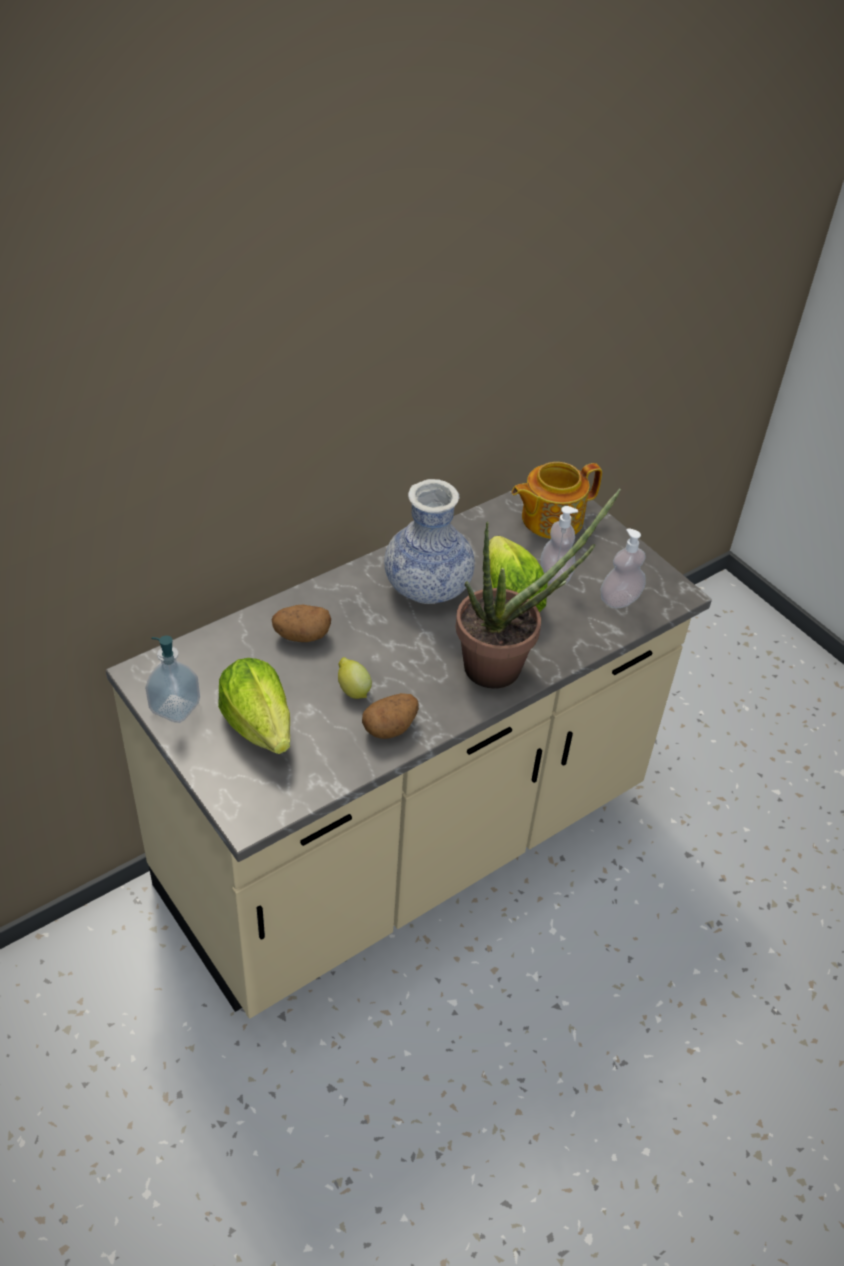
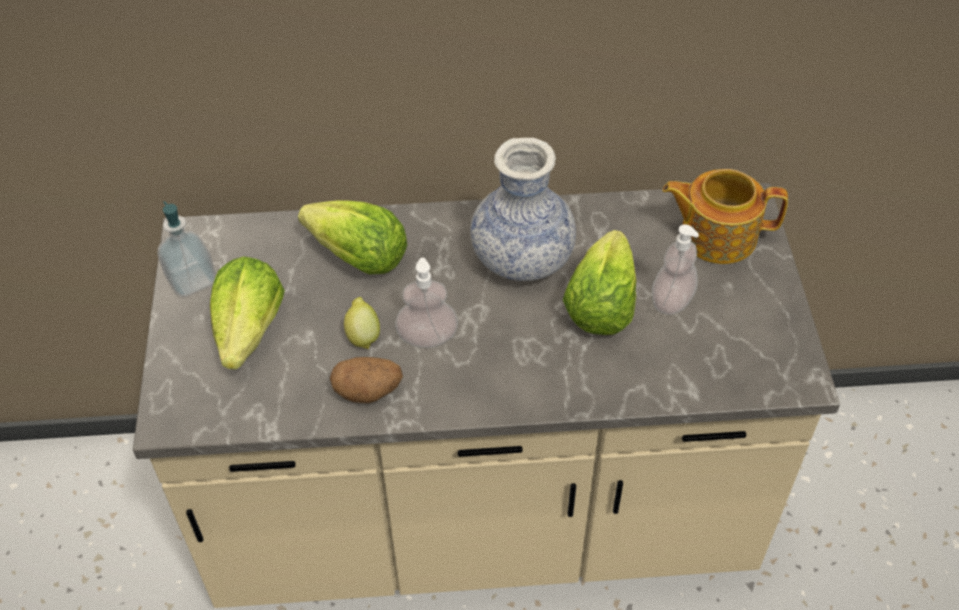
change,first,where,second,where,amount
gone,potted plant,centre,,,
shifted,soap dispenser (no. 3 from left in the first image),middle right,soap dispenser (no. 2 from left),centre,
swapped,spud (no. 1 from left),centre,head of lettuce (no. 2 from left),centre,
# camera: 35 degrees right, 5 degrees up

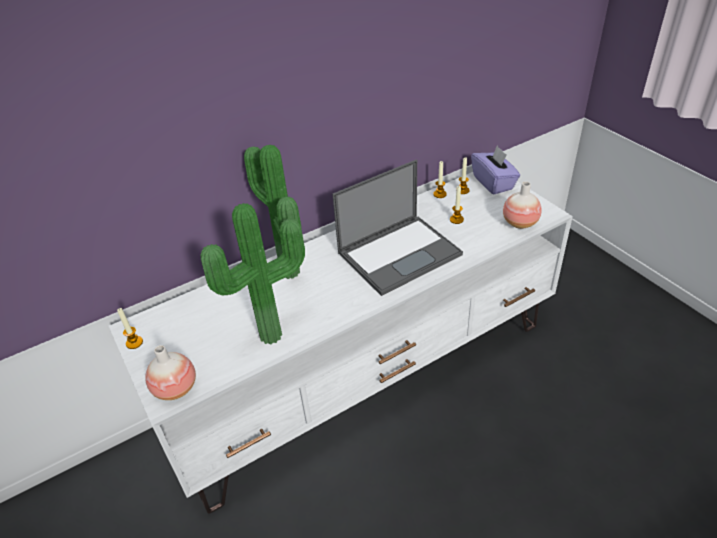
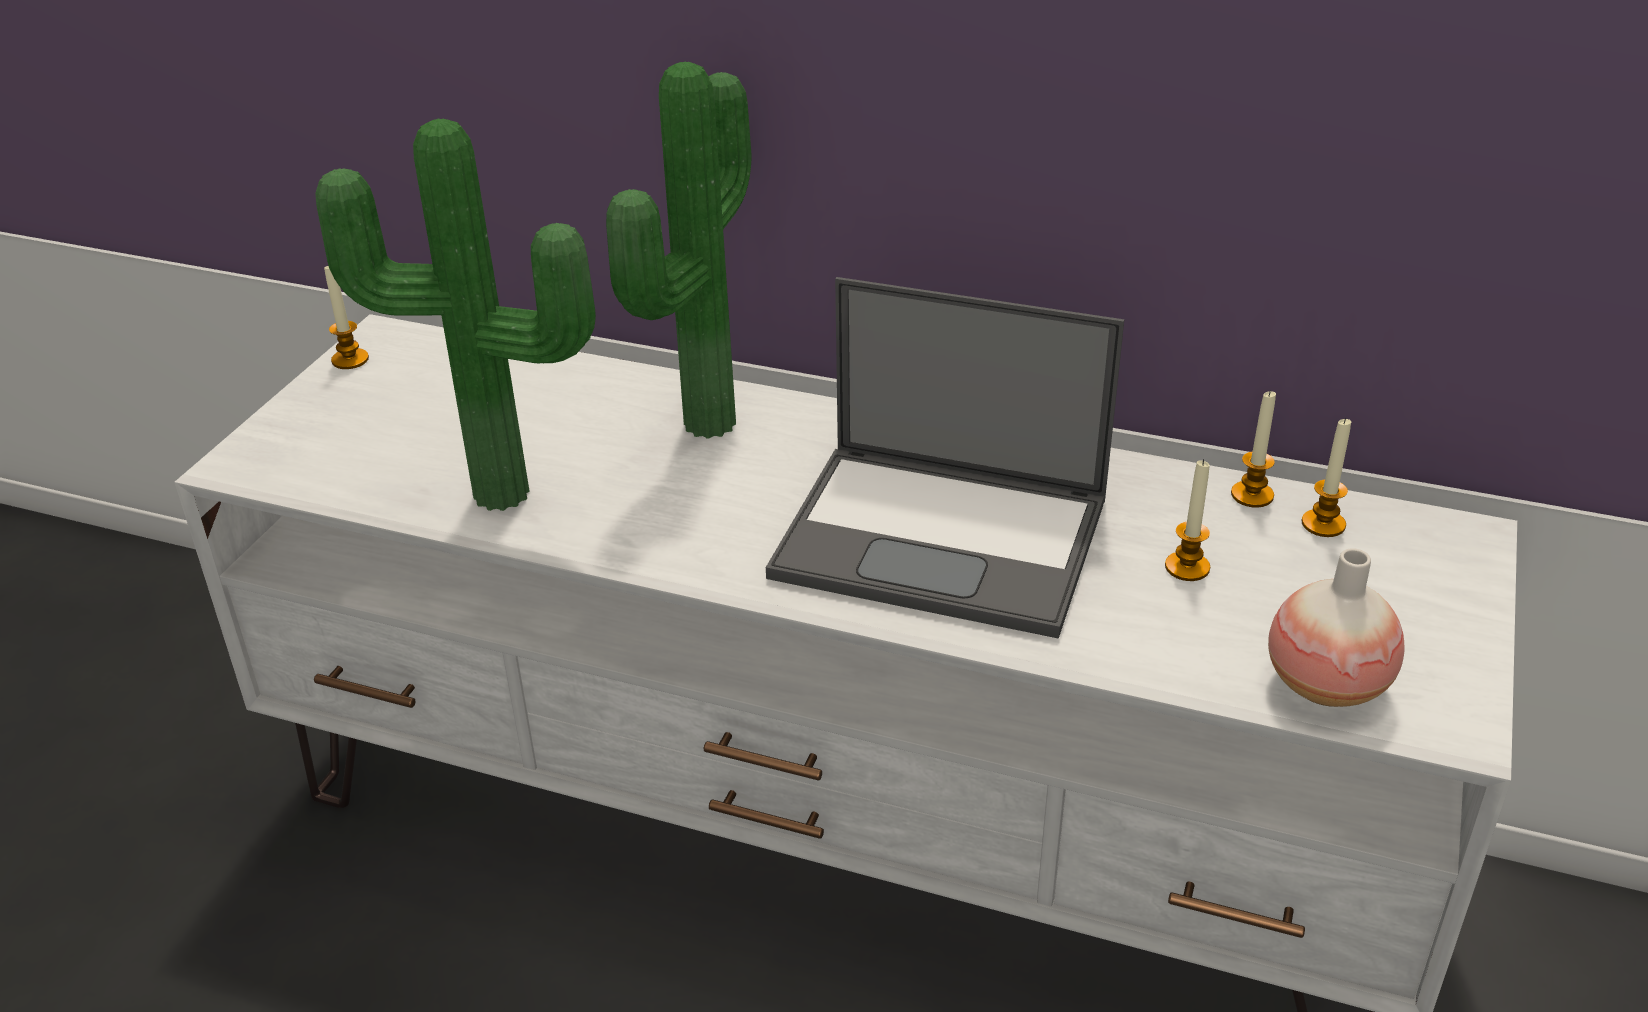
change,first,where,second,where,amount
gone,decorative vase (no. 1 from left),bottom left,,,
gone,purple box of tissues,top right,,,
# camera: 50 degrees right, 5 degrees down

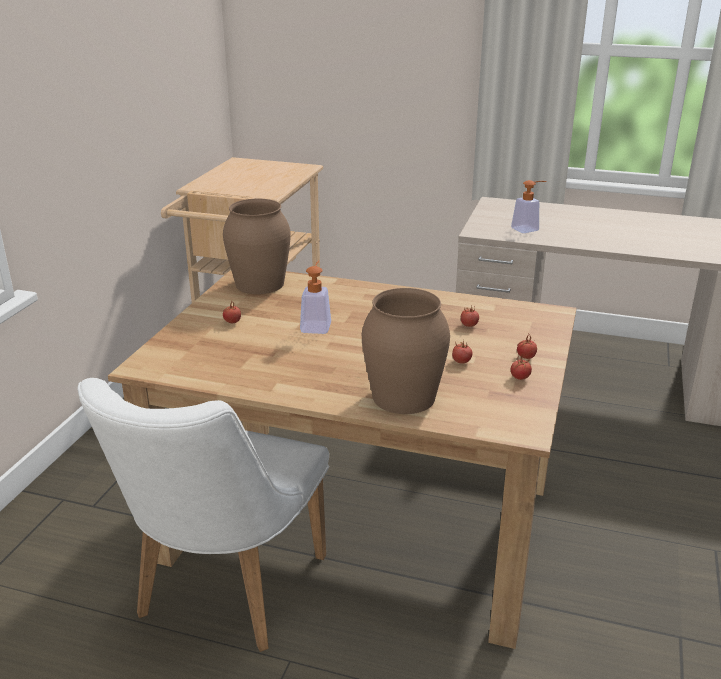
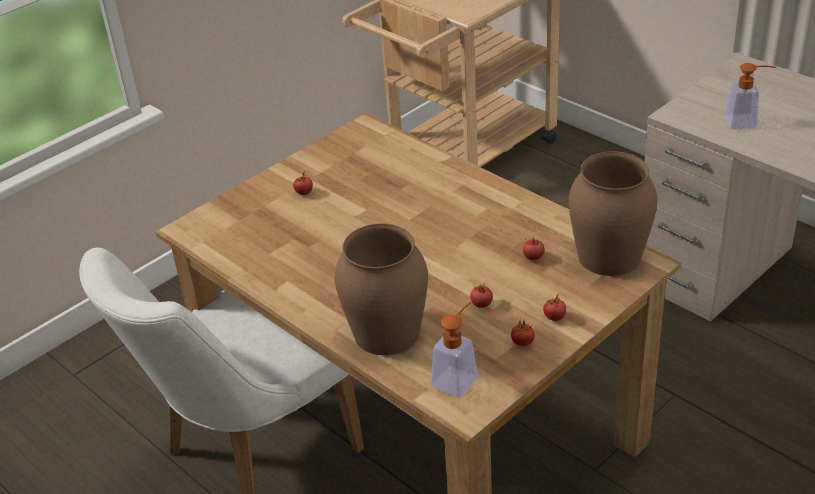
change,first,where,second,where,amount
shifted,brownish decorative vase (no. 1 from left in the first image),centre,brownish decorative vase (no. 2 from left),middle right,
shifted,soap dispenser (no. 1 from left),centre,,bottom centre,
# camera: 30 degrees right, 10 degrees up

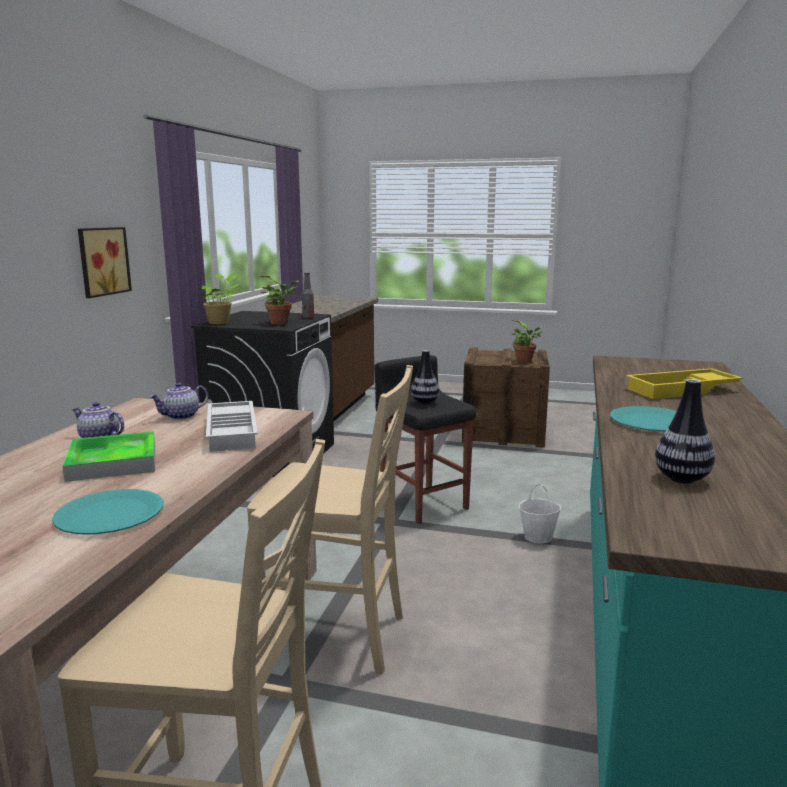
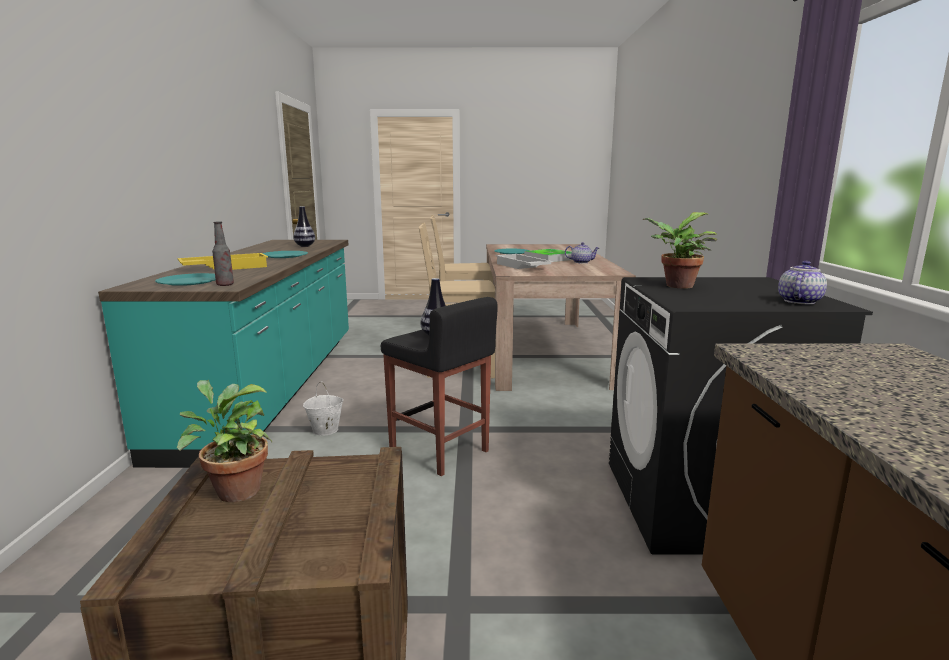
change,first,where,second,where,amount
gone,wall art,top left,,,
gone,potted plant (no. 1 from left),middle left,,,
new,,,turquoise plate (no. 1 from left),middle left,
shifted,pot for tea (no. 2 from left),middle left,,middle right,
shifted,beverage bottle,centre,,middle left,
# camera: 165 degrees right, 0 degrees up

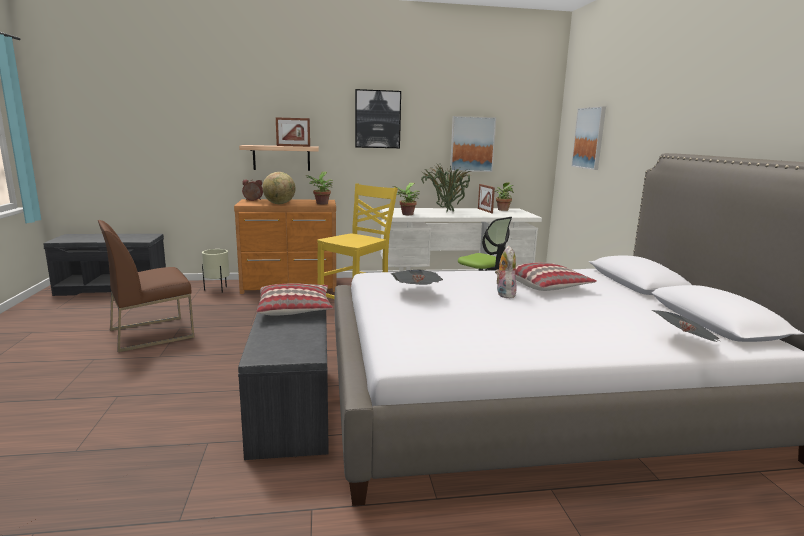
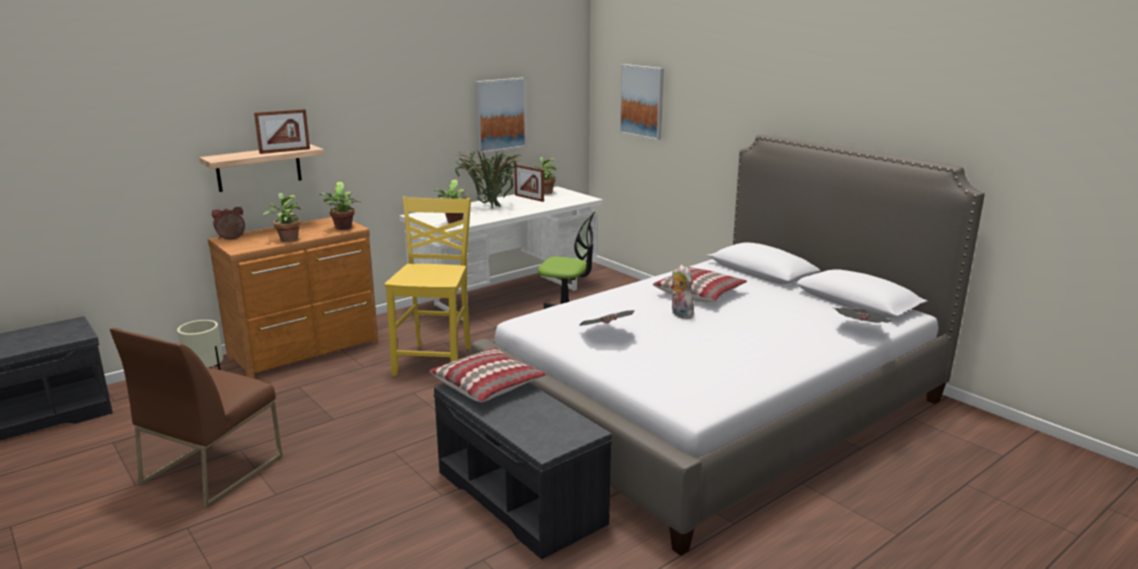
change,first,where,second,where,amount
gone,wall art (no. 1 from left),top centre,,,
swapped,desk globe,centre,potted plant (no. 1 from left),middle left,
# camera: 30 degrees left, 5 degrees up

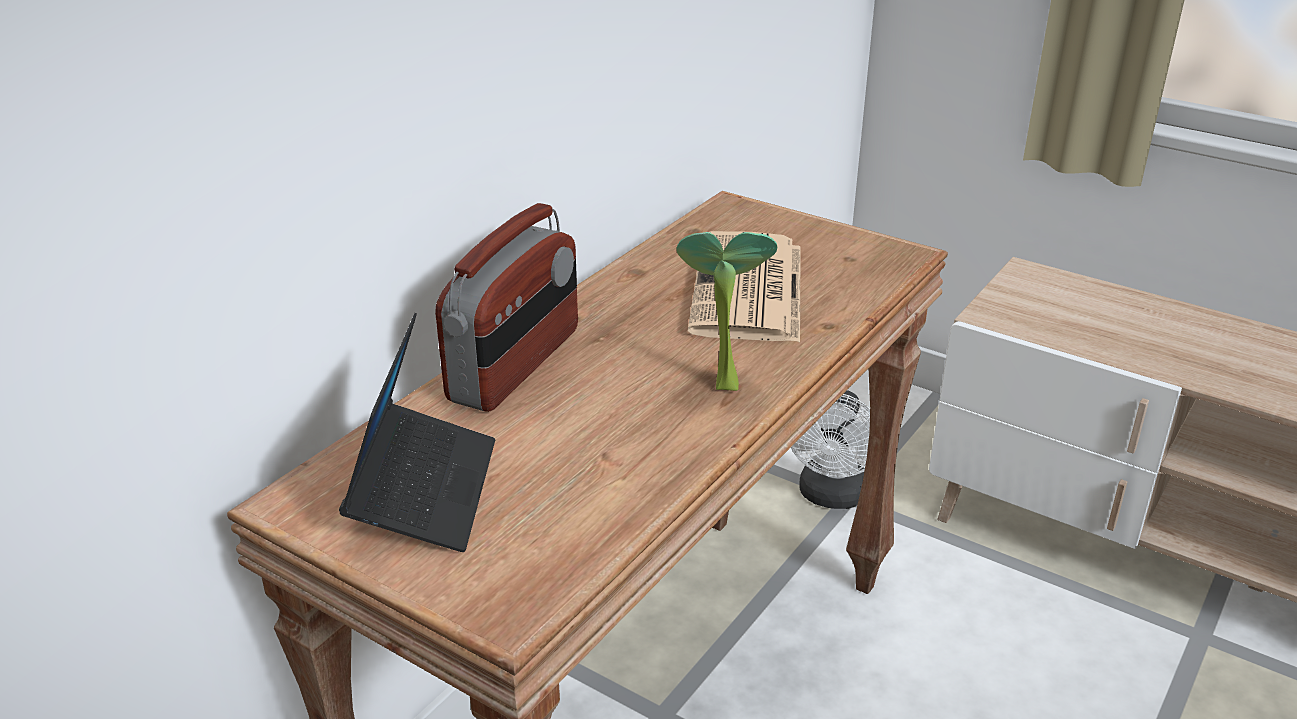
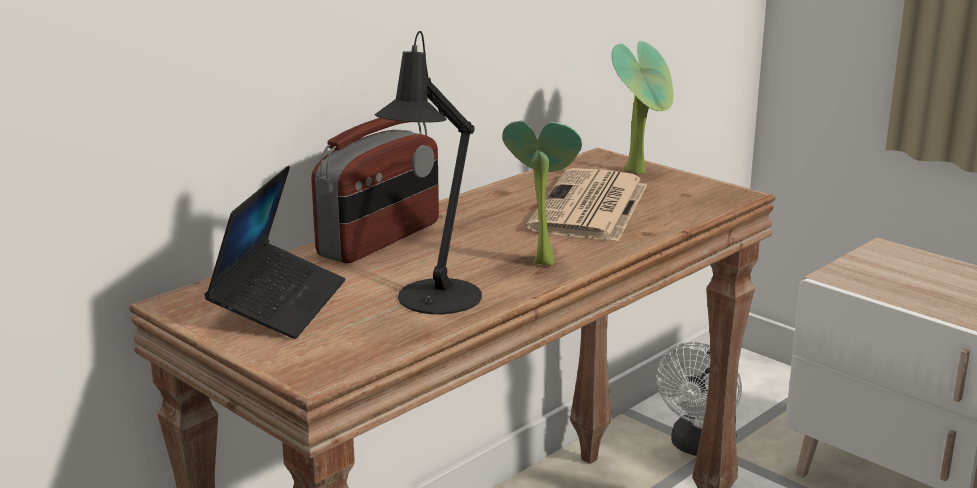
change,first,where,second,where,amount
new,,,black-coloured table lamp,centre,
new,,,potted plant (no. 2 from left),top centre,
# camera: 10 degrees right, 10 degrees down

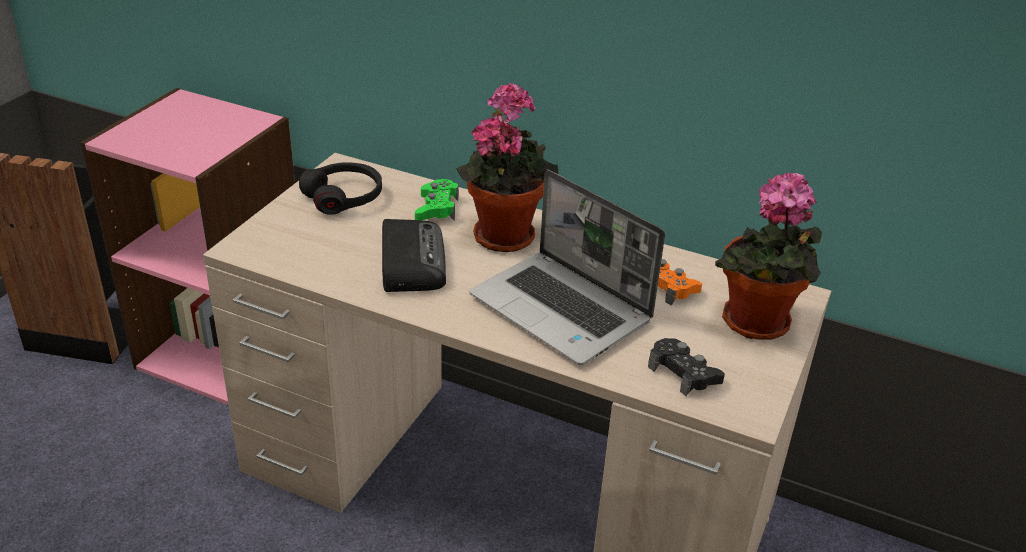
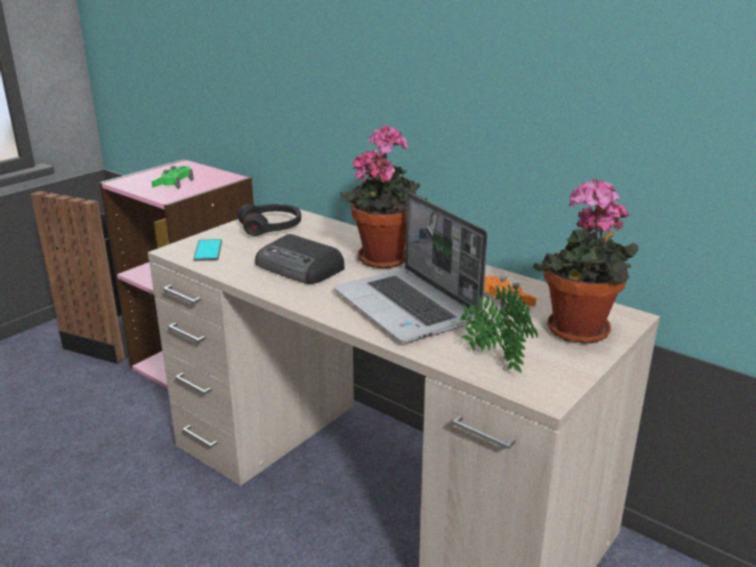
change,first,where,second,where,amount
new,,,phone,middle left,
shifted,green-coloured gamepad,centre,,top left,
swapped,black-coloured gamepad,middle right,potted plant (no. 2 from left),centre,
rotated,radio set,centre,,centre,120 degrees clockwise
# camera: 15 degrees right, 10 degrees down

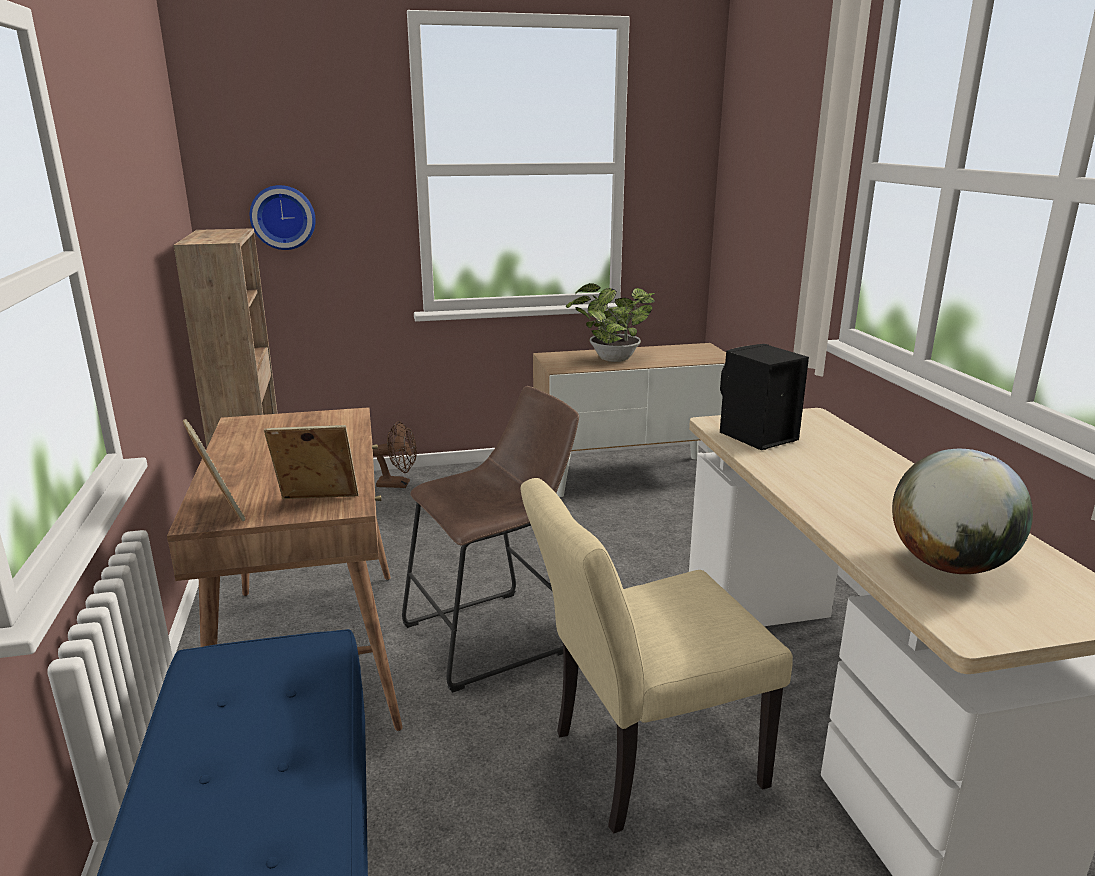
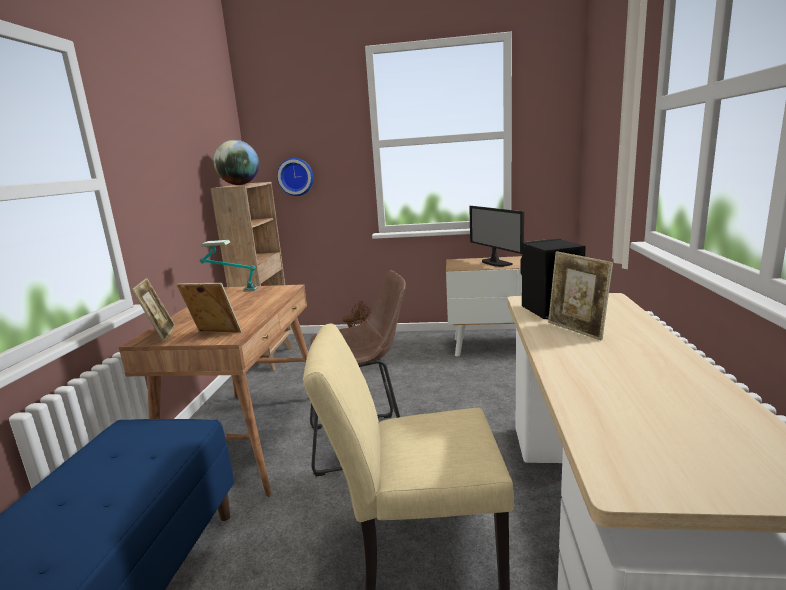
change,first,where,second,where,amount
new,,,table lamp,middle left,
new,,,photo frame (no. 3 from left),middle right,
shifted,desk globe,middle right,,top left,
swapped,potted plant,centre,computer display,centre,
# camera: 20 degrees right, 5 degrees down

